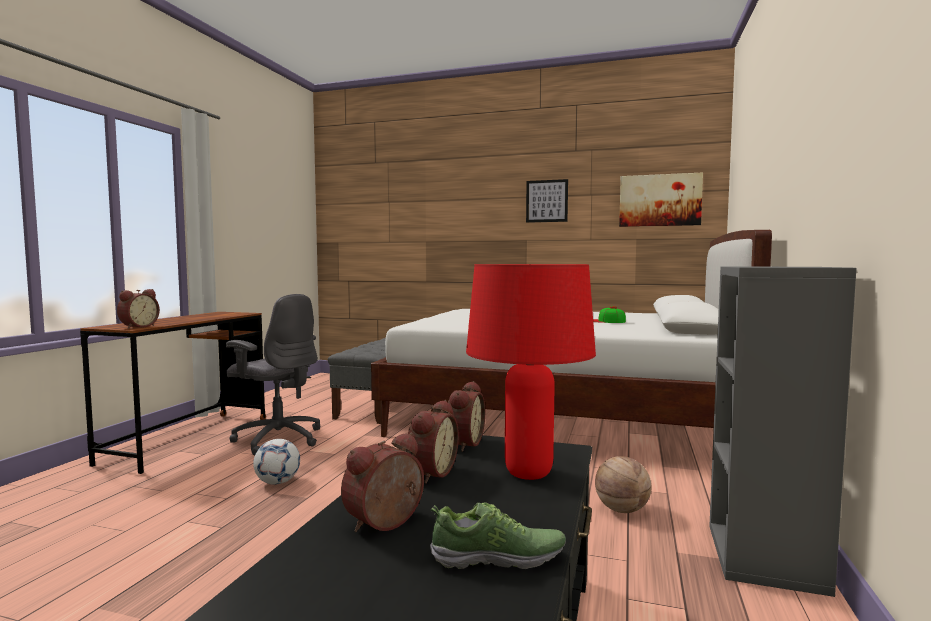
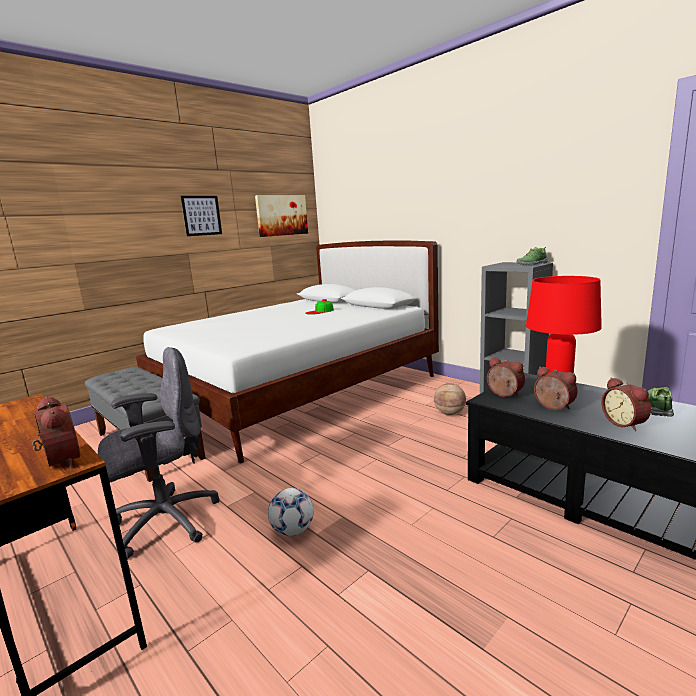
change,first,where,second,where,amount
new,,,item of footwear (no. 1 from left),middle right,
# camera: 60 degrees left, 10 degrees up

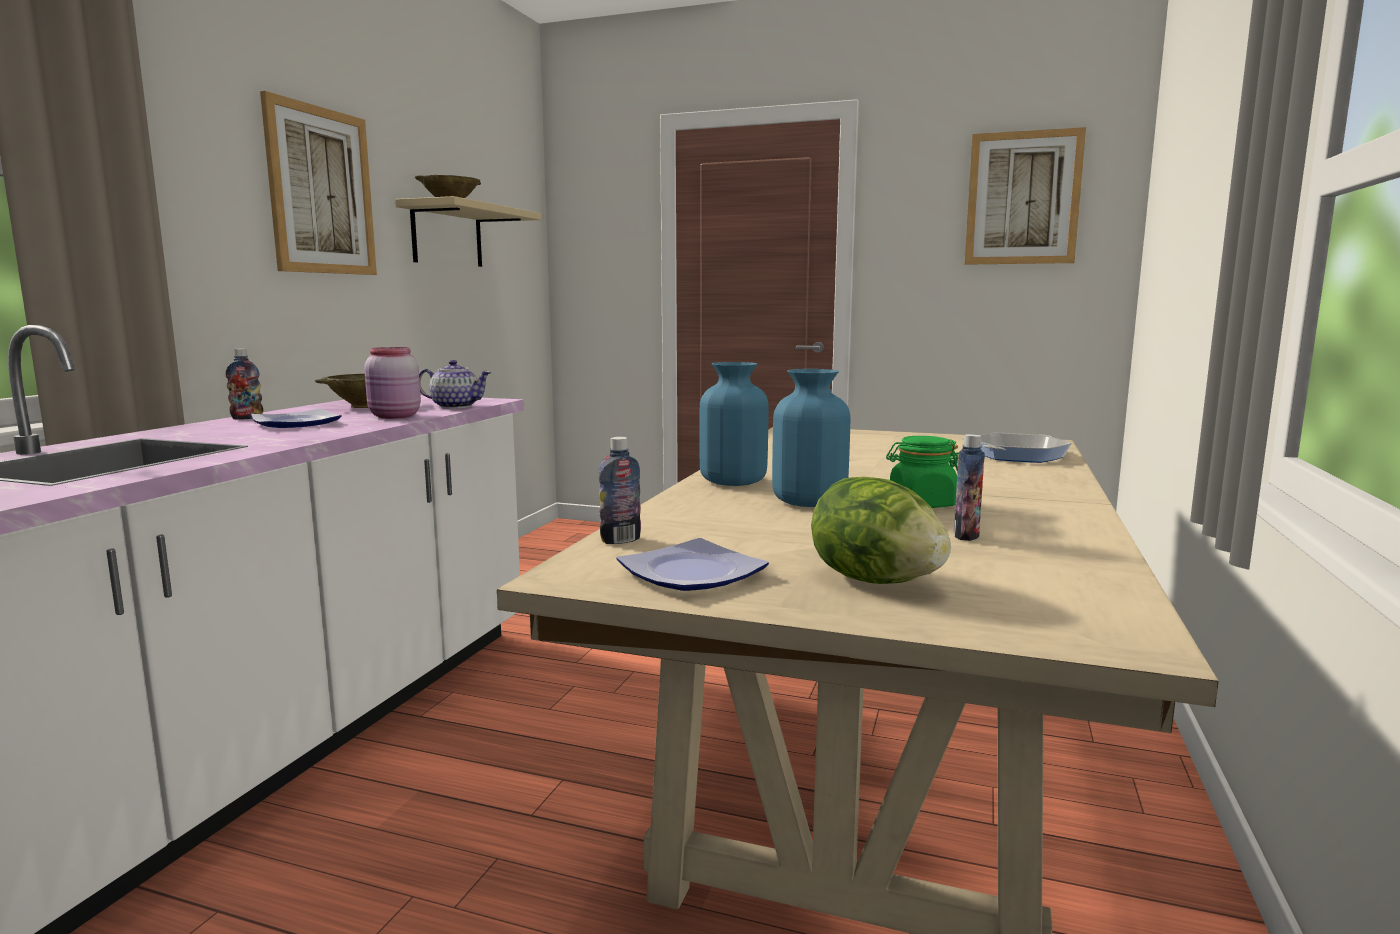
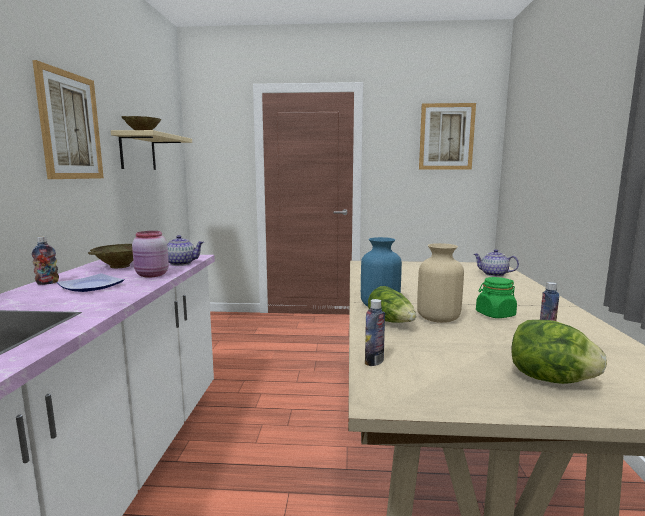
change,first,where,second,where,amount
gone,plate (no. 2 from left),centre,,,
new,,,head of lettuce (no. 1 from left),centre,
swapped,pan,middle right,pot for tea (no. 2 from left),middle right,
repainted,blue decorative vase (no. 2 from left),centre,beige-coloured decorative vase,middle right,
# camera: 15 degrees left, 0 degrees up

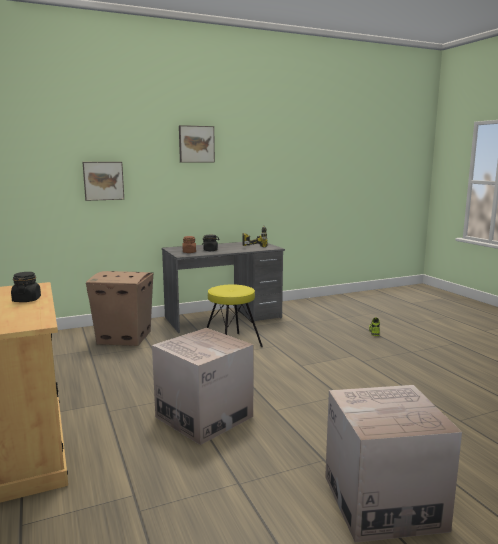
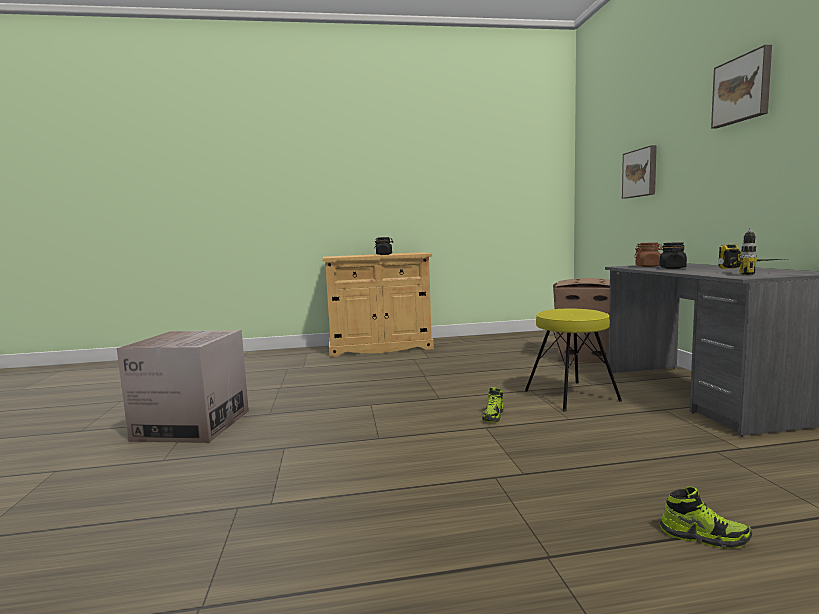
change,first,where,second,where,amount
gone,carton (no. 2 from left),bottom centre,,,
new,,,item of footwear (no. 1 from left),centre,
# camera: 105 degrees right, 5 degrees down

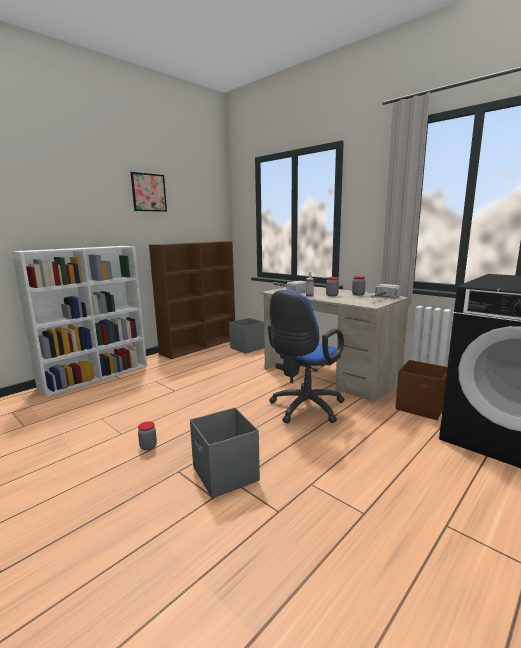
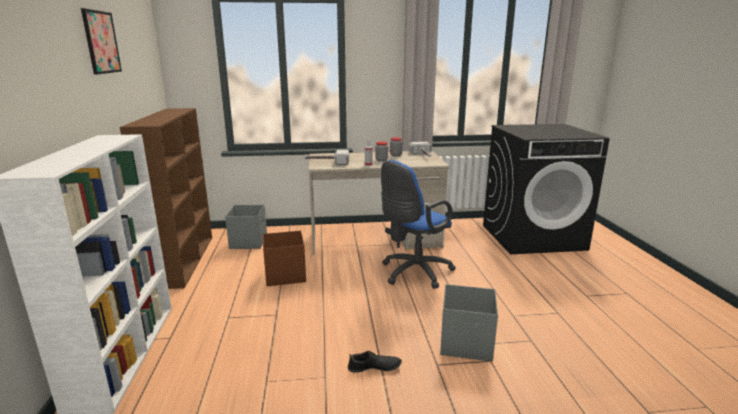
change,first,where,second,where,amount
shifted,brownish storage bin,middle right,,centre,
swapped,preserve jar (no. 1 from left),bottom left,black-coloured item of footwear,bottom centre,
rotated,blue office chair,centre,,centre,60 degrees clockwise
# camera: 50 degrees left, 5 degrees up

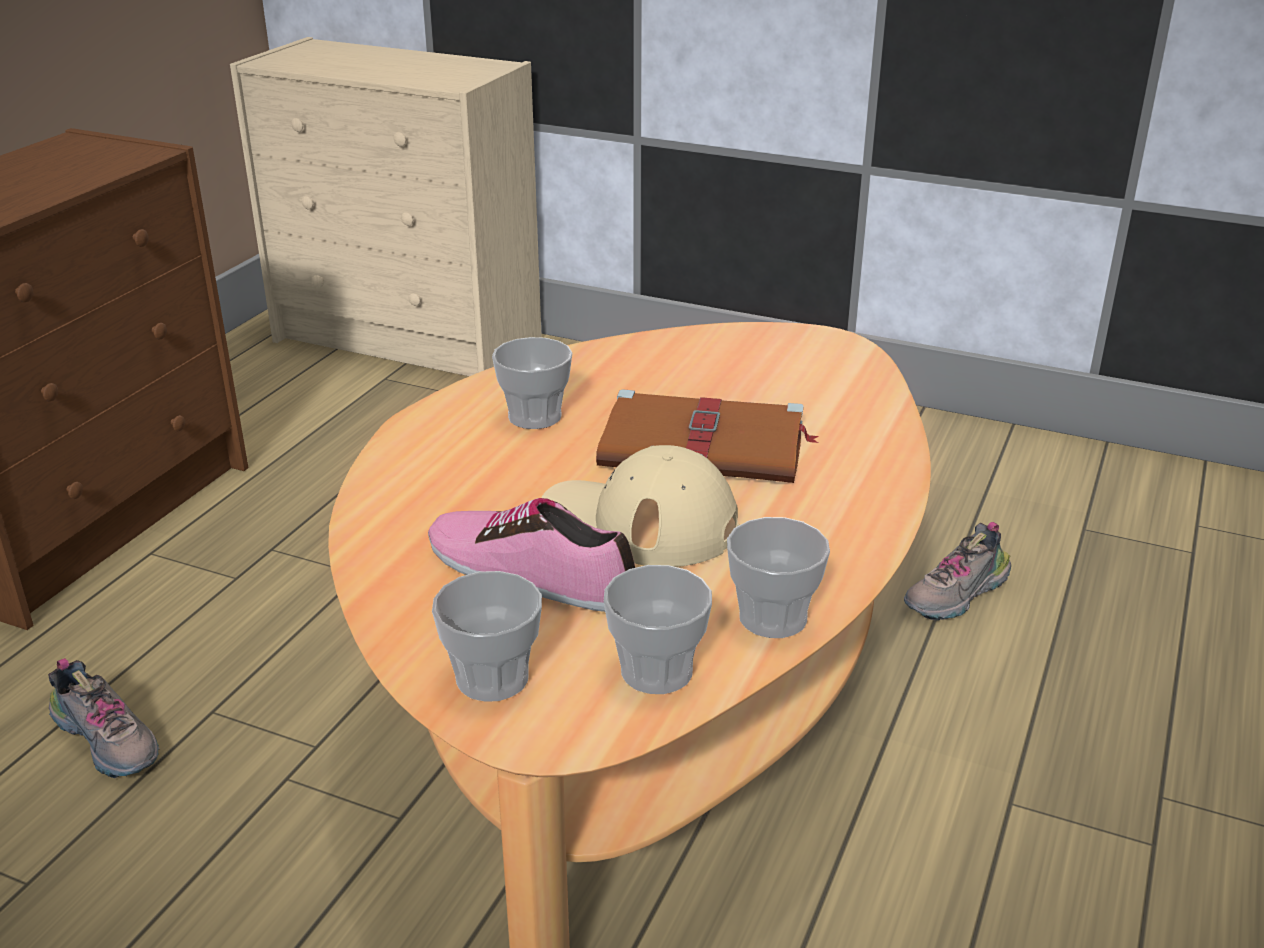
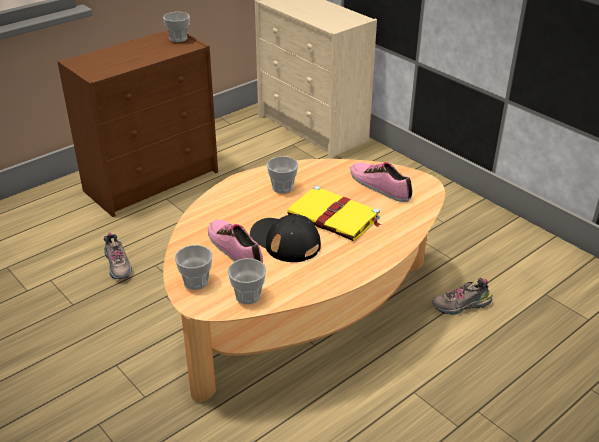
change,first,where,second,where,amount
new,,,item of footwear (no. 3 from left),centre,
shifted,cup (no. 4 from left in the first image),centre,cup (no. 1 from left),top left,
repainted,beige-coloured peaked cap,centre,black-coloured peaked cap,centre,
repainted,brownish bound book,centre,yellowish bound book,centre,
# camera: 25 degrees right, 5 degrees up

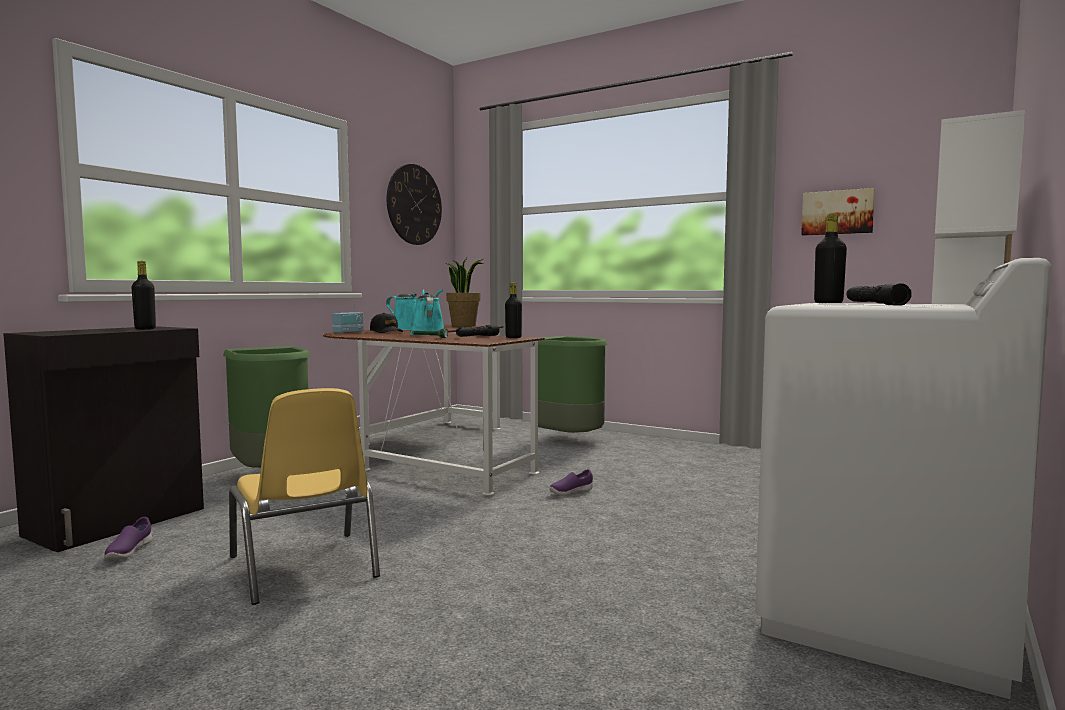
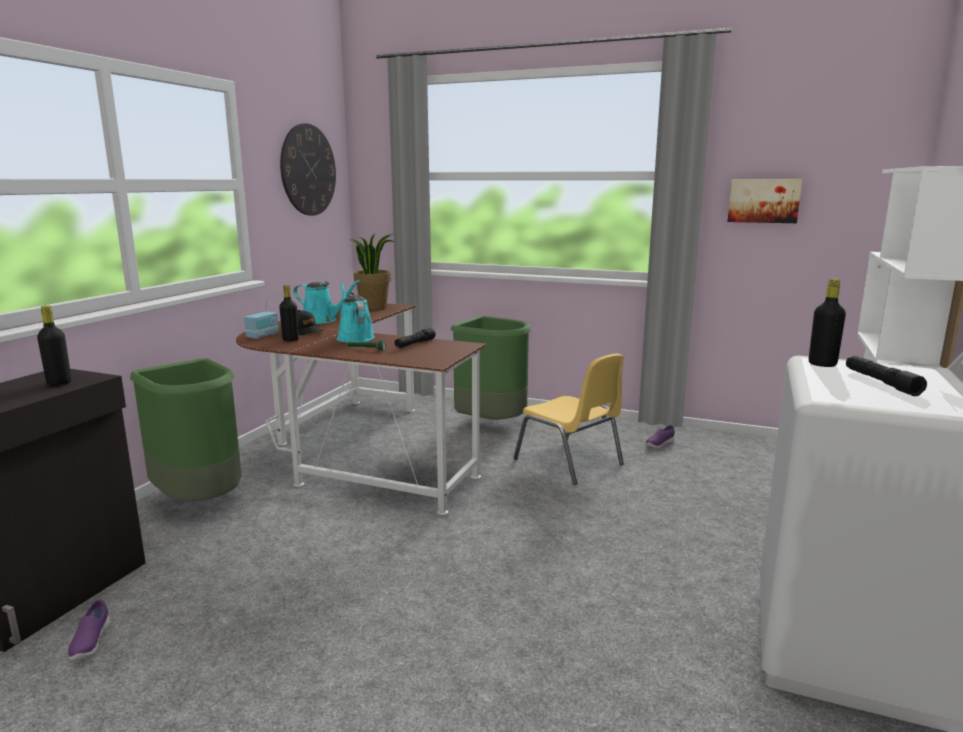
change,first,where,second,where,amount
shifted,yellowish upright chair,bottom left,,centre,
shifted,black-coloured beverage bottle (no. 2 from left),centre,,middle left,
shifted,purple item of footwear (no. 2 from left),bottom centre,,middle right,
# camera: 10 degrees left, 10 degrees up

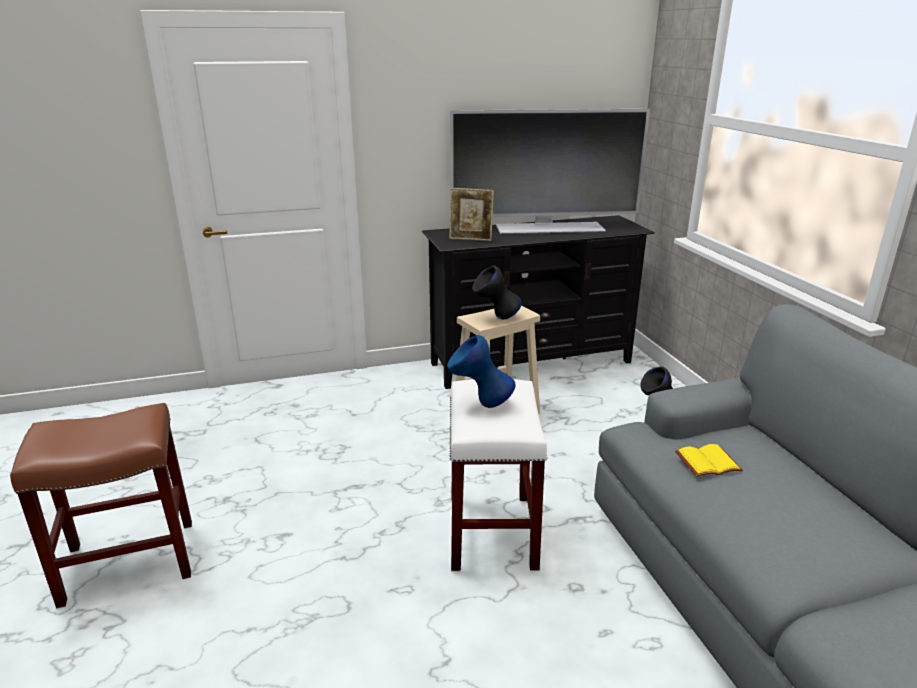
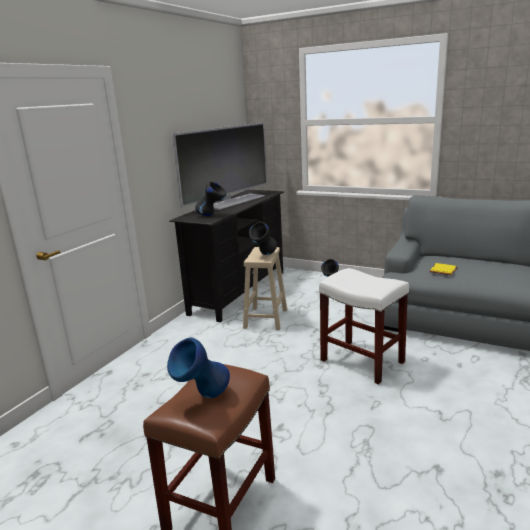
change,first,where,second,where,amount
shifted,blue decorative vase,centre,,bottom centre,
swapped,photo frame,top centre,black-coloured decorative vase (no. 1 from left),centre,
# camera: 45 degrees left, 5 degrees down

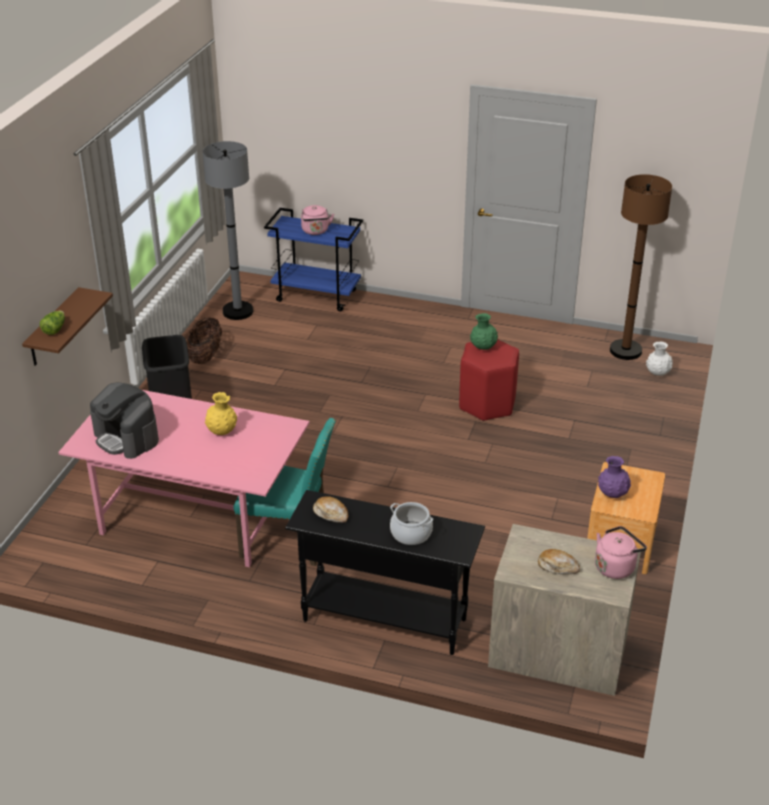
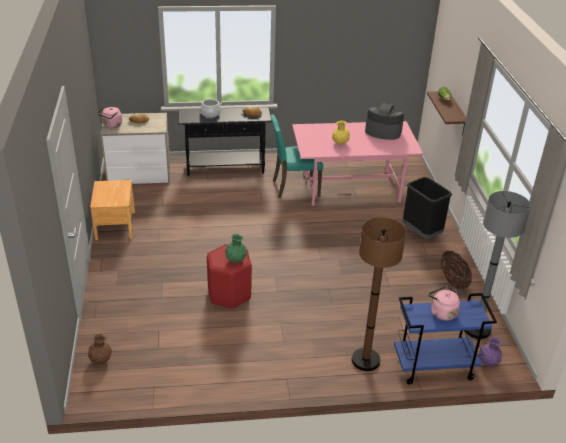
change,first,where,second,where,amount
shifted,purple decorative vase,middle right,,bottom right,
shifted,brownish standard lamp,top right,,middle right,
repainted,white decorative vase,middle right,brownish decorative vase,bottom left,
# camera: 155 degrees right, 0 degrees up

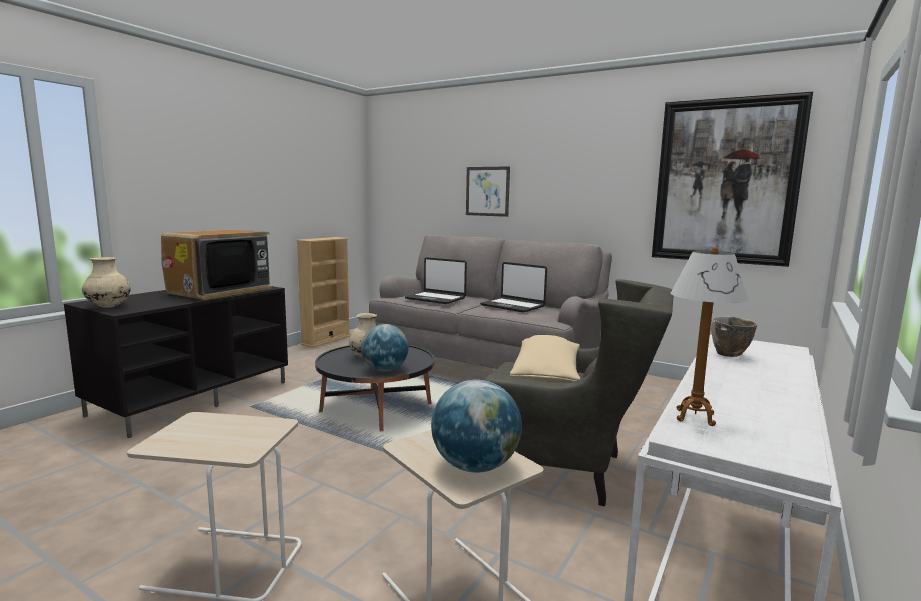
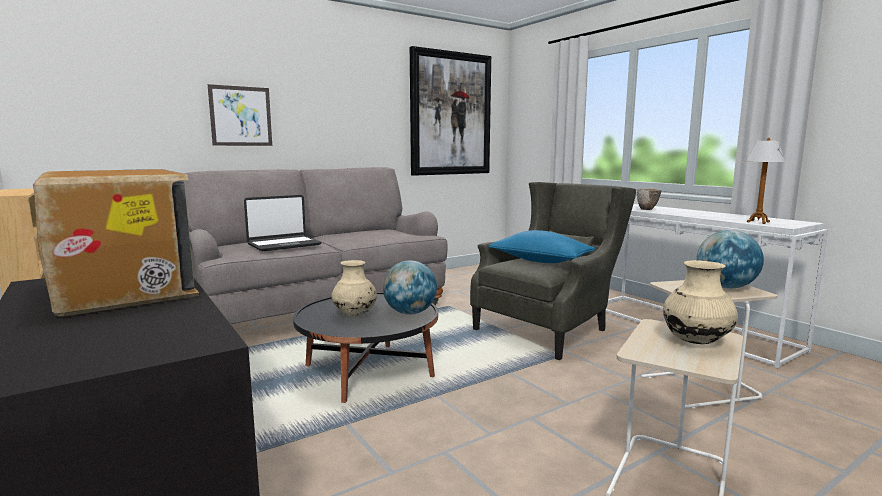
change,first,where,second,where,amount
gone,laptop (no. 2 from left),centre,,,
shifted,beige-coloured decorative vase (no. 1 from left in the first image),middle left,beige-coloured decorative vase (no. 2 from left),middle right,
repainted,beige-coloured throw pillow,centre,blue throw pillow,centre,
# camera: 65 degrees left, 0 degrees up

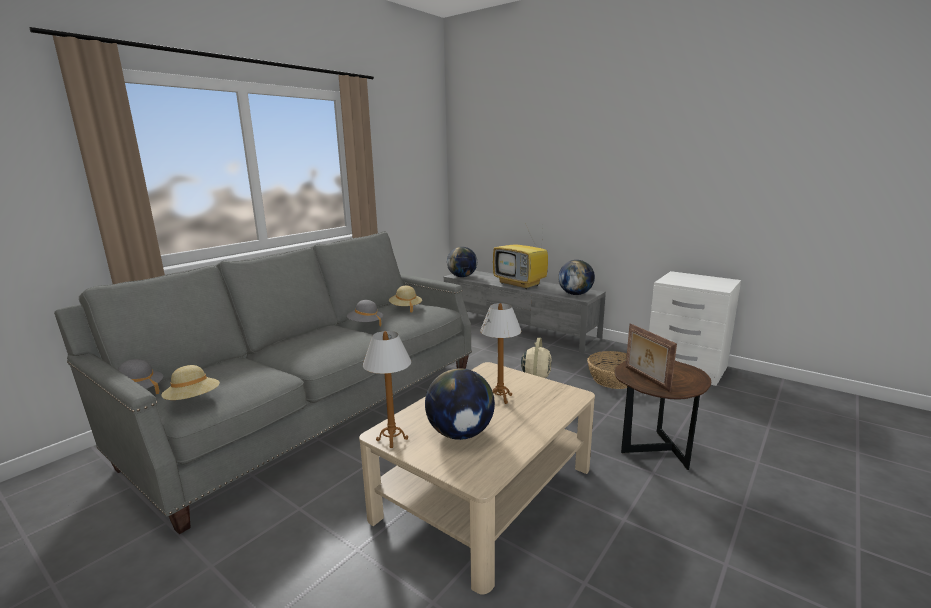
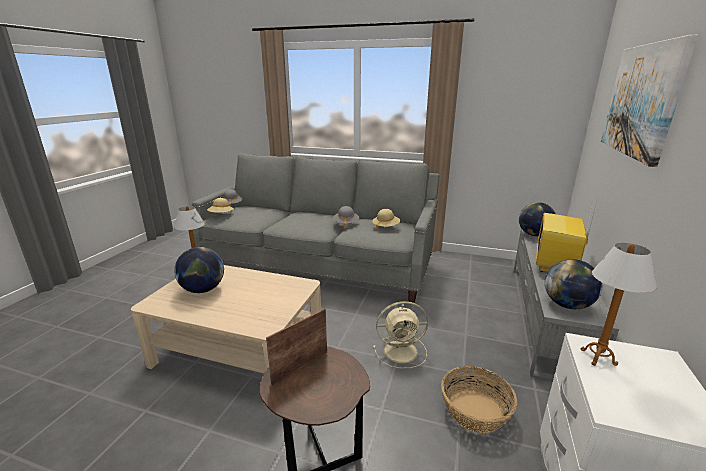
change,first,where,second,where,amount
new,,,wall art,top right,
shifted,table lamp (no. 2 from left),centre,,middle right,
# camera: 70 degrees right, 5 degrees up

